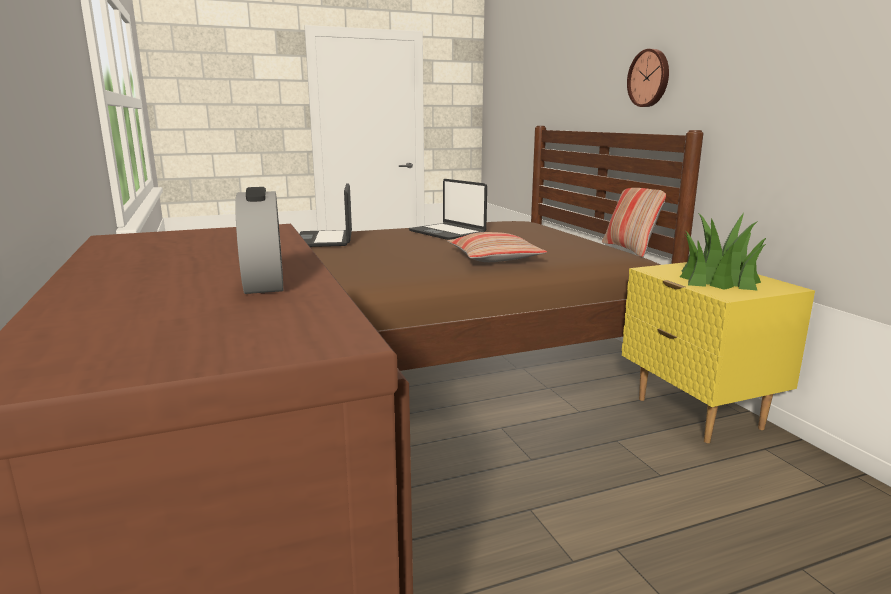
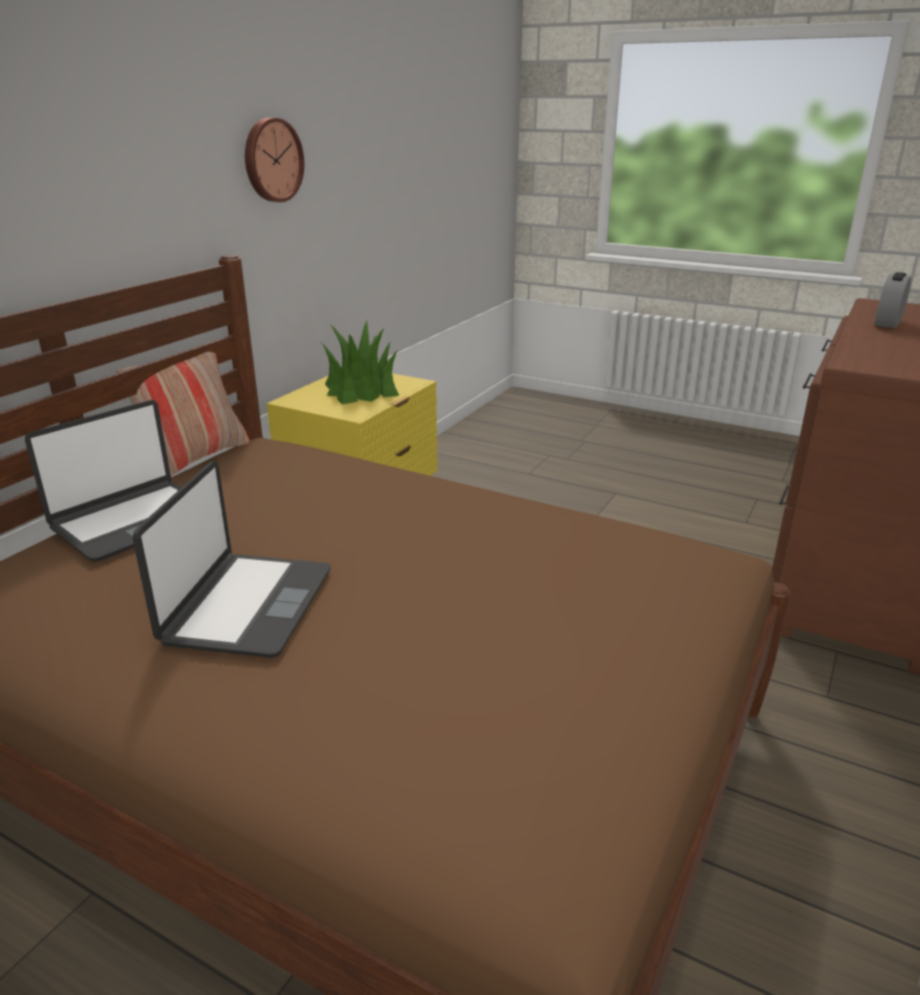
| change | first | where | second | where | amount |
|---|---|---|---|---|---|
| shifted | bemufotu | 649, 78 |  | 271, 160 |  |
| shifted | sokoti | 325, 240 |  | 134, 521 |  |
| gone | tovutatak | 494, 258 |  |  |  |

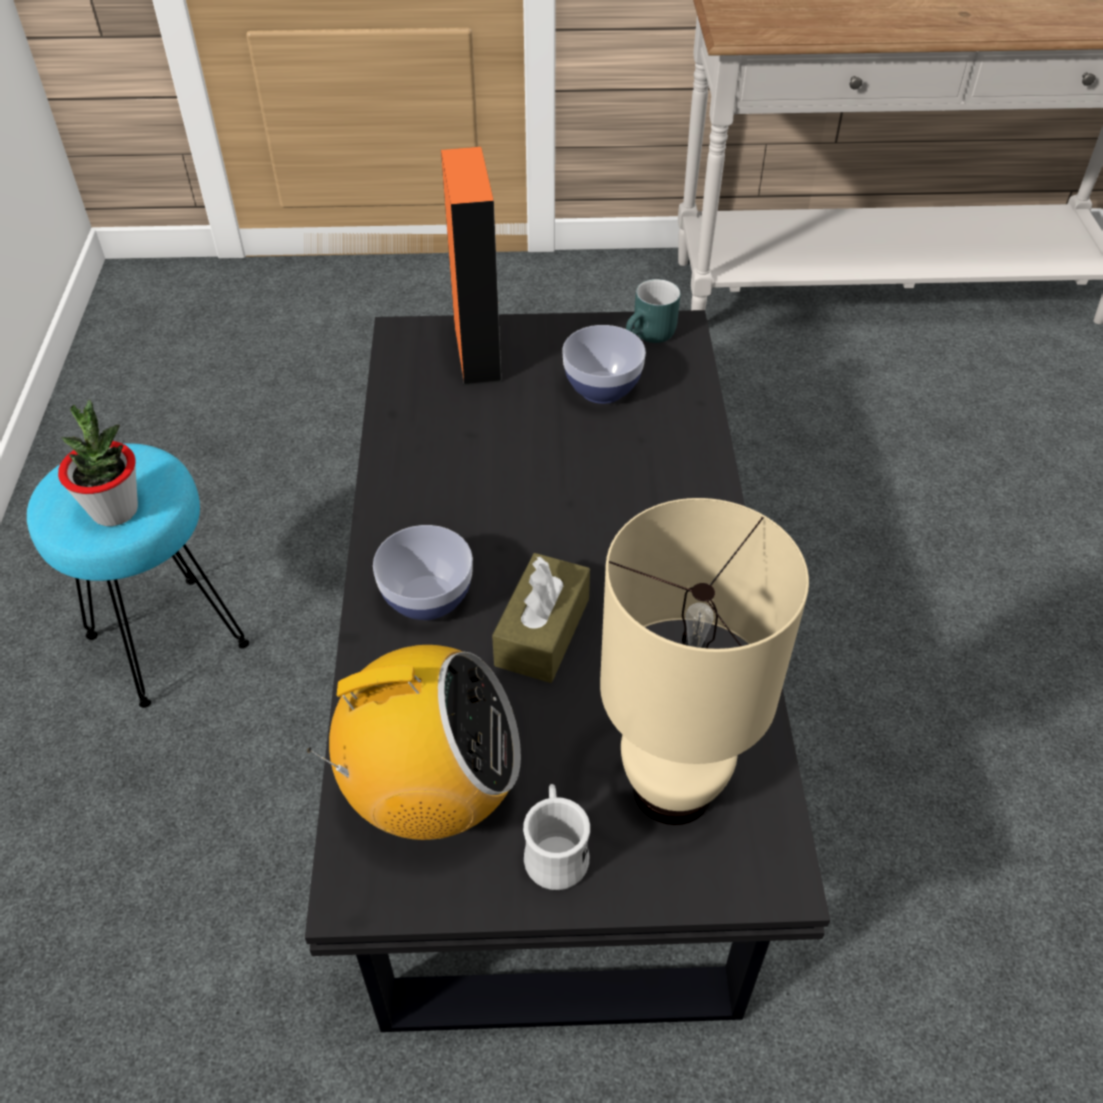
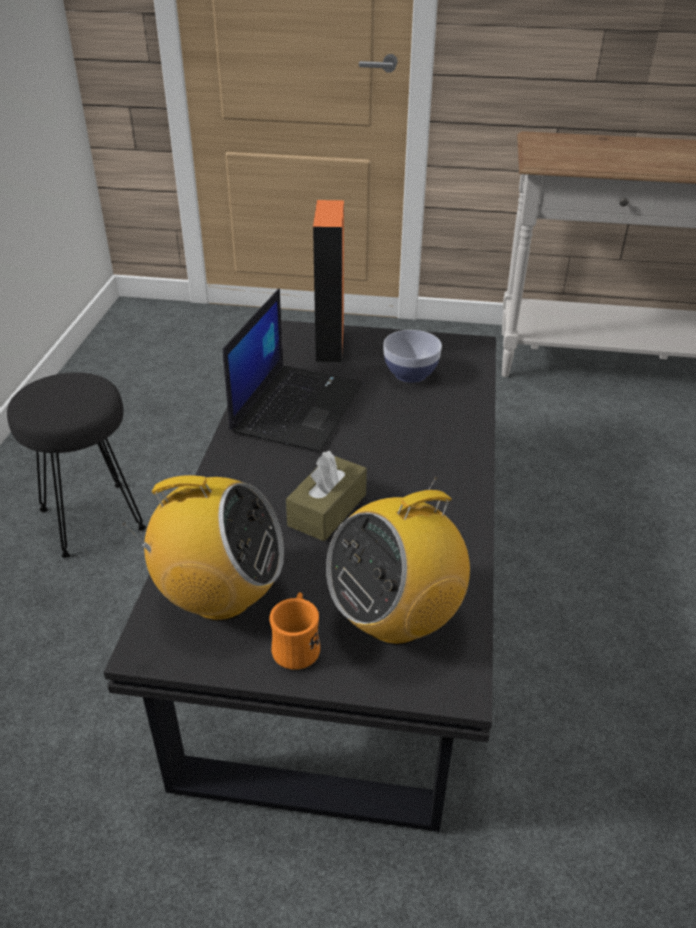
| change | first | where | second | where | amount |
|---|---|---|---|---|---|
| gone | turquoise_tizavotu | 651, 336 |  |  |  |
| gone | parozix | 115, 510 |  |  |  |
| repainted | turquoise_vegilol | 167, 638 | black_vegilol | 92, 518 |  |
| swapped | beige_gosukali | 674, 788 | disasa | 395, 619 |  |
| gone | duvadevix | 427, 598 |  |  |  |
| repainted | white_tizavotu | 555, 850 | orange_tizavotu | 297, 645 |  |
| new |  |  | sokoti | 297, 407 |  |

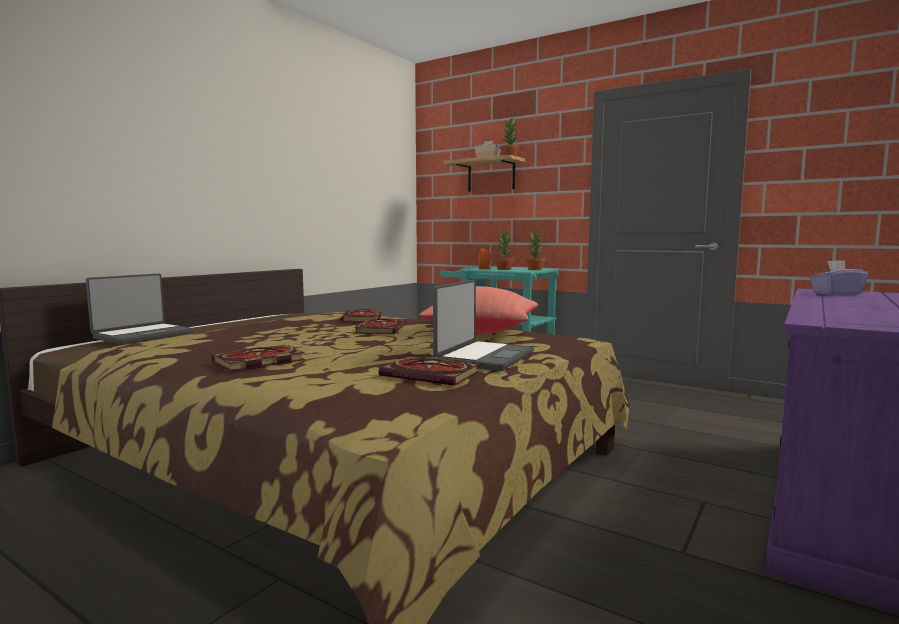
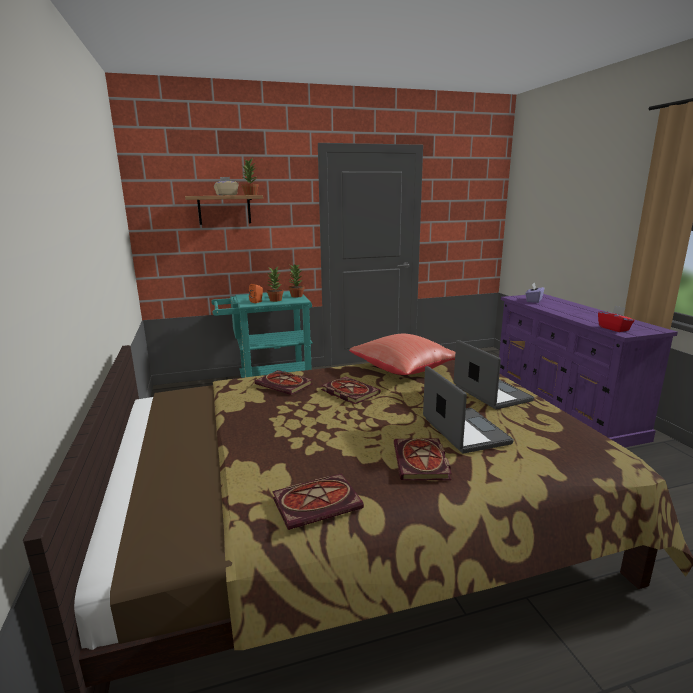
| change | first | where | second | where | amount |
|---|---|---|---|---|---|
| shifted | sokoti | 143, 335 |  | 463, 431 |  |
| shifted | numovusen | 433, 375 |  | 318, 502 |  |
| new |  |  | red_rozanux | 614, 328 |  |

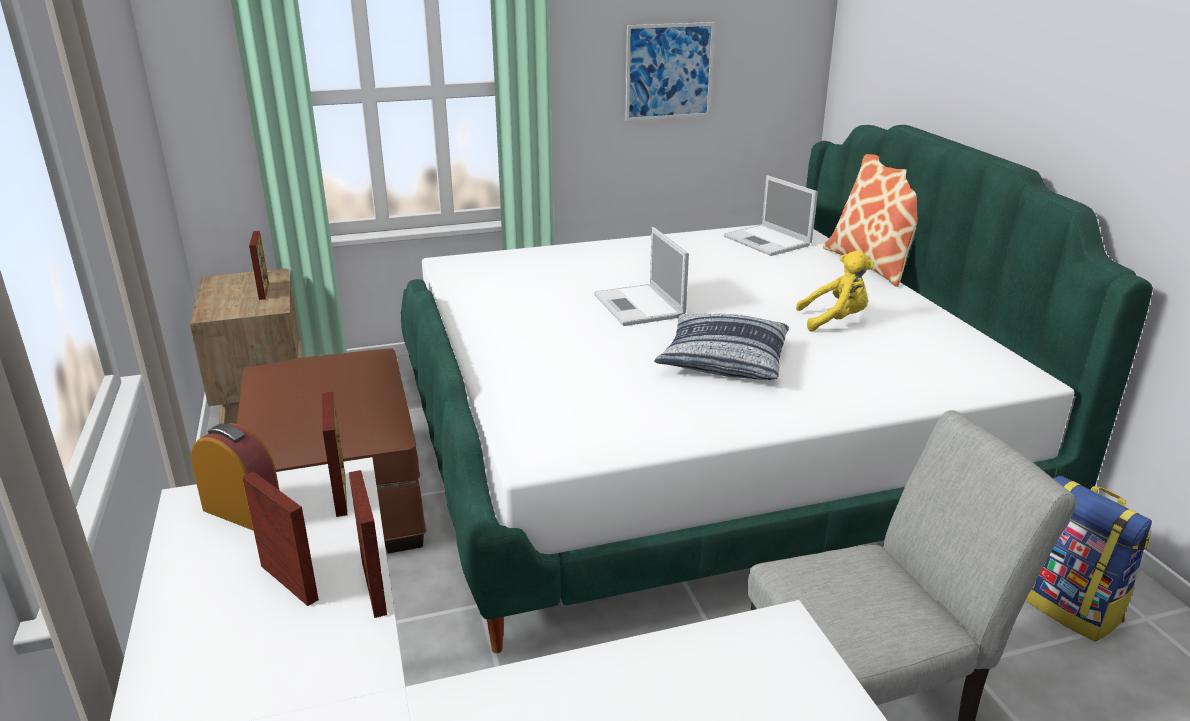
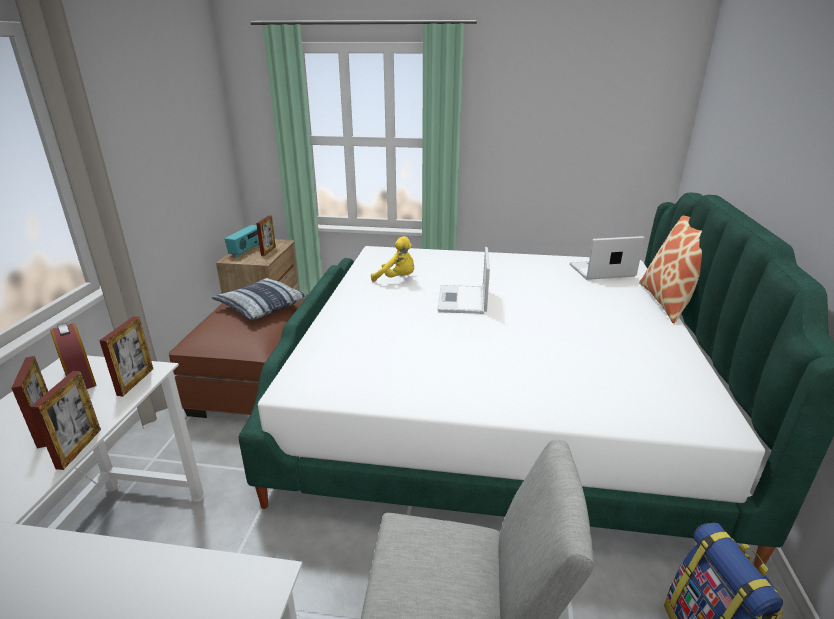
| change | first | where | second | where | amount |
|---|---|---|---|---|---|
| gone | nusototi | 669, 71 |  |  |  |
| rotated | sokoti | 768, 241 |  | 601, 271 | 90 degrees clockwise |
| shifted | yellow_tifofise | 835, 320 |  | 397, 279 |  |
| shifted | tovutatak | 723, 360 |  | 261, 306 |  |
| new |  |  | disasa | 246, 250 |  |

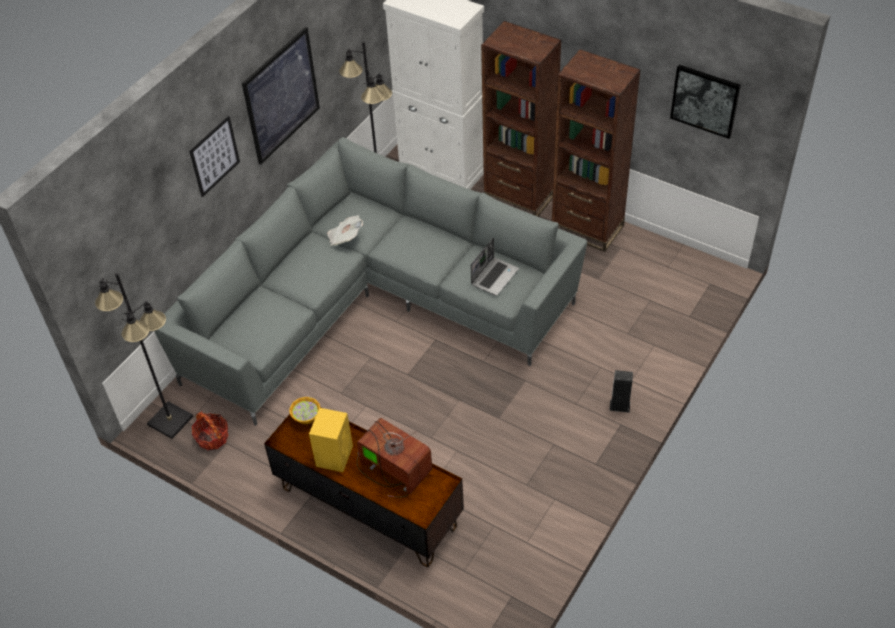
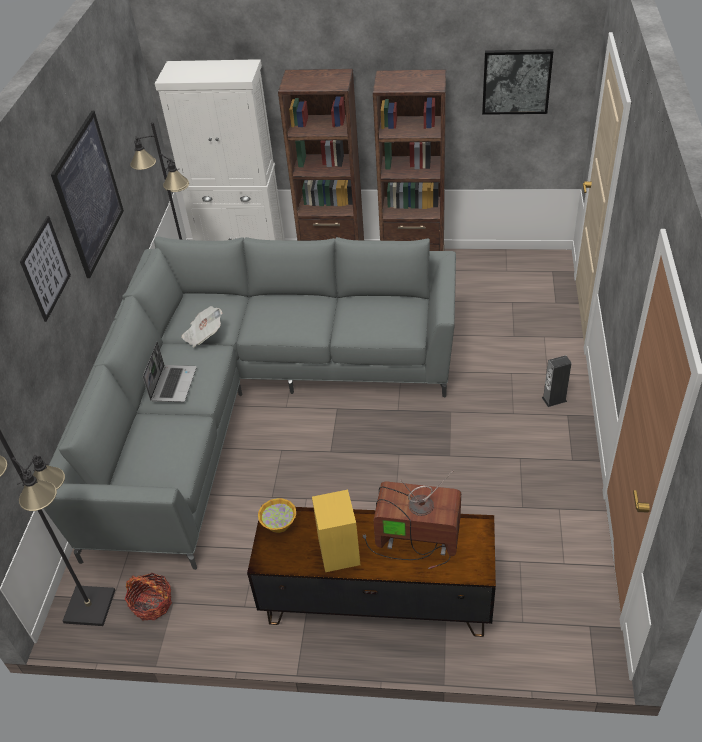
| change | first | where | second | where | amount |
|---|---|---|---|---|---|
| shifted | sokoti | 494, 276 |  | 173, 384 |  |

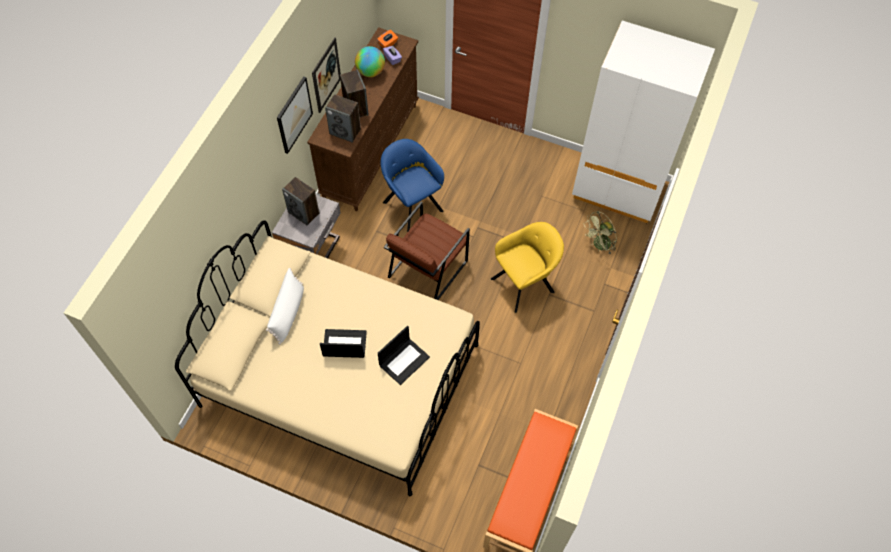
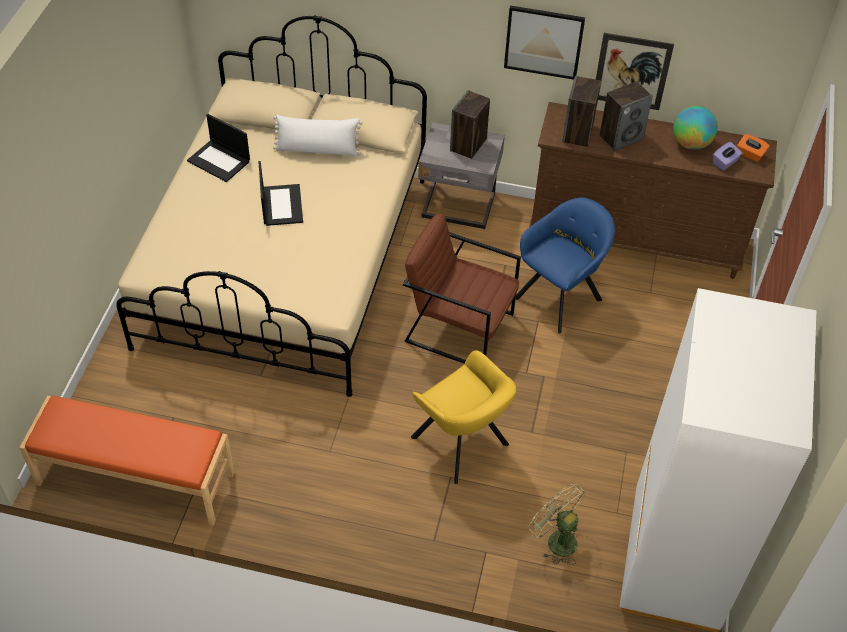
| change | first | where | second | where | amount |
|---|---|---|---|---|---|
| shifted | sokoti | 404, 360 |  | 220, 161 |  |

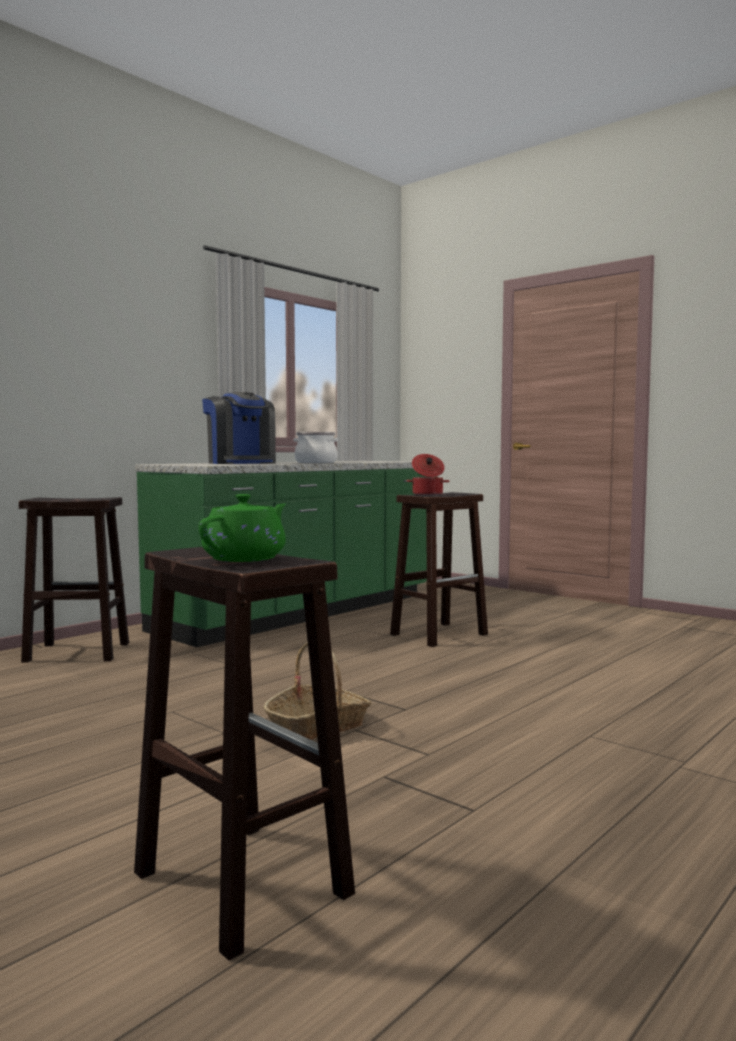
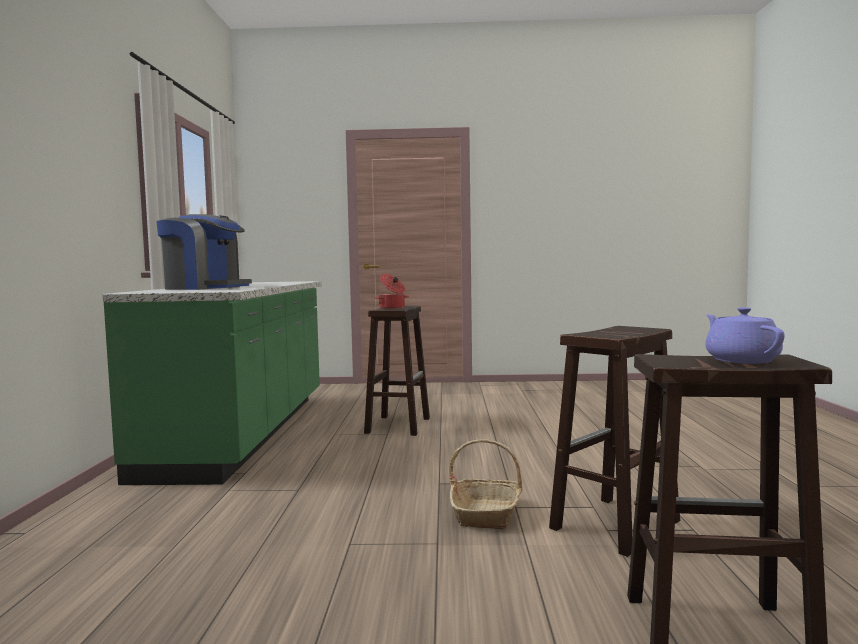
| change | first | where | second | where | amount |
|---|---|---|---|---|---|
| gone | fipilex | 316, 462 |  |  |  |
| repainted | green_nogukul | 246, 558 | purple_nogukul | 741, 360 |  |
| shifted | brown_vegilol | 75, 652 |  | 614, 525 |  |

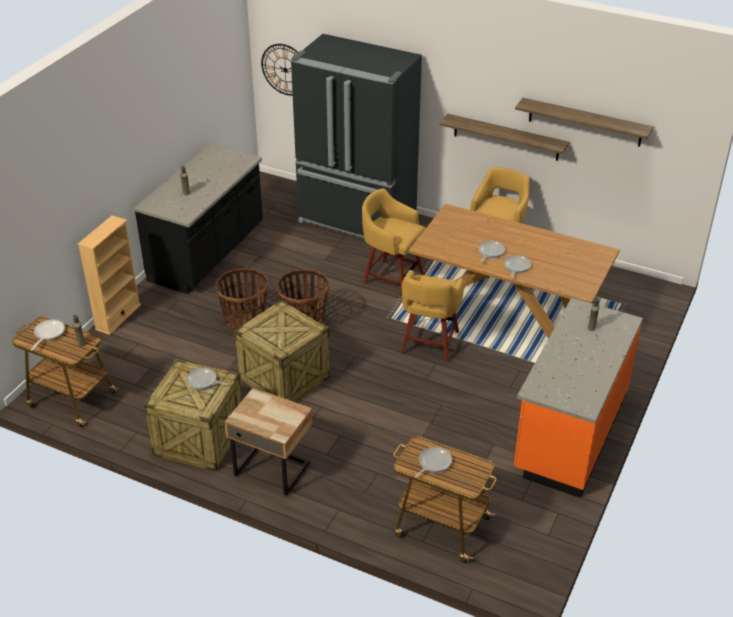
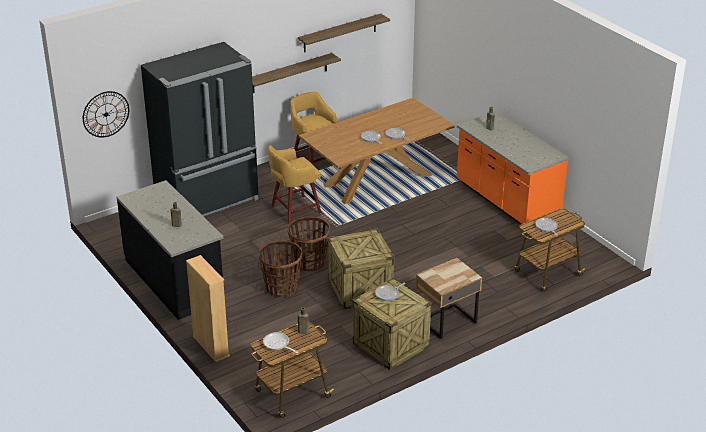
| change | first | where | second | where | amount |
|---|---|---|---|---|---|
| gone | yellow_vegilol | 429, 343 |  |  |  |

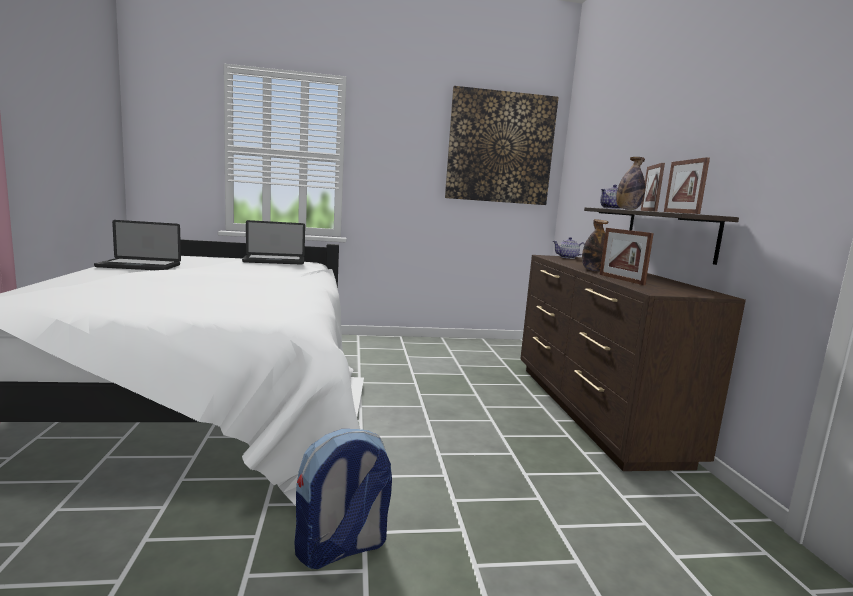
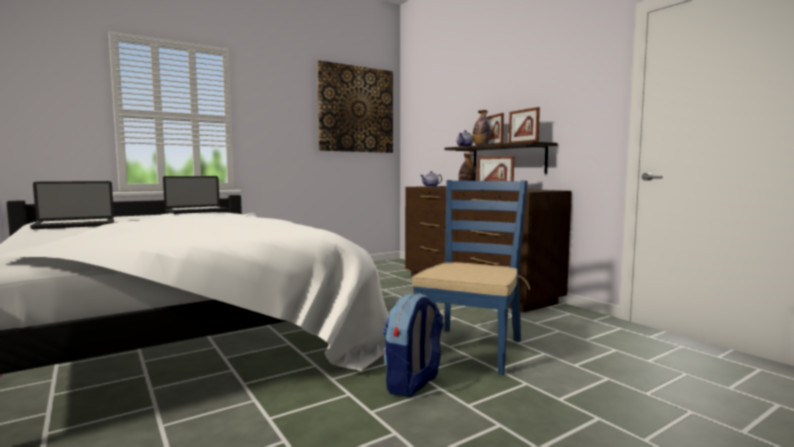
| change | first | where | second | where | amount |
|---|---|---|---|---|---|
| new |  |  | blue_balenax | 471, 349 |  |

